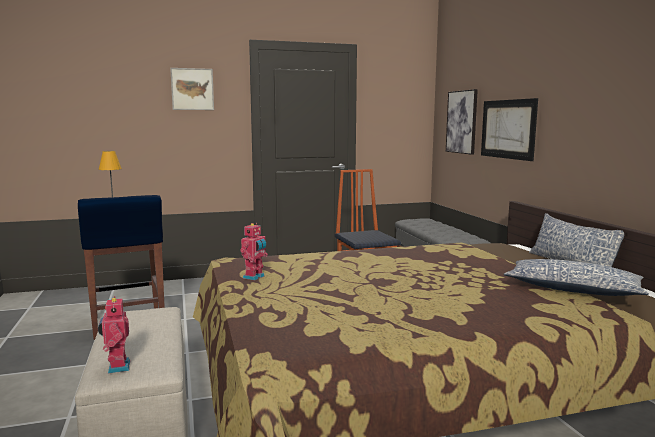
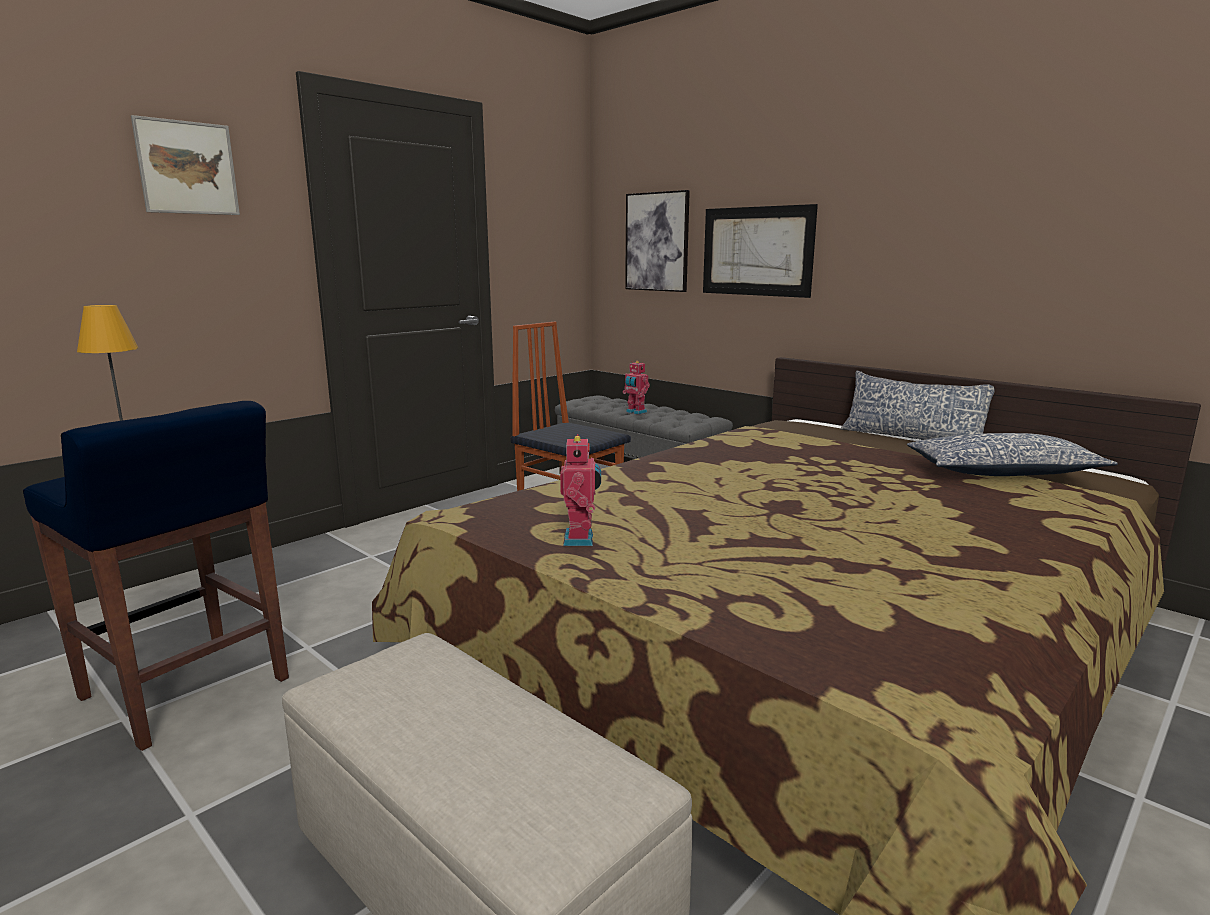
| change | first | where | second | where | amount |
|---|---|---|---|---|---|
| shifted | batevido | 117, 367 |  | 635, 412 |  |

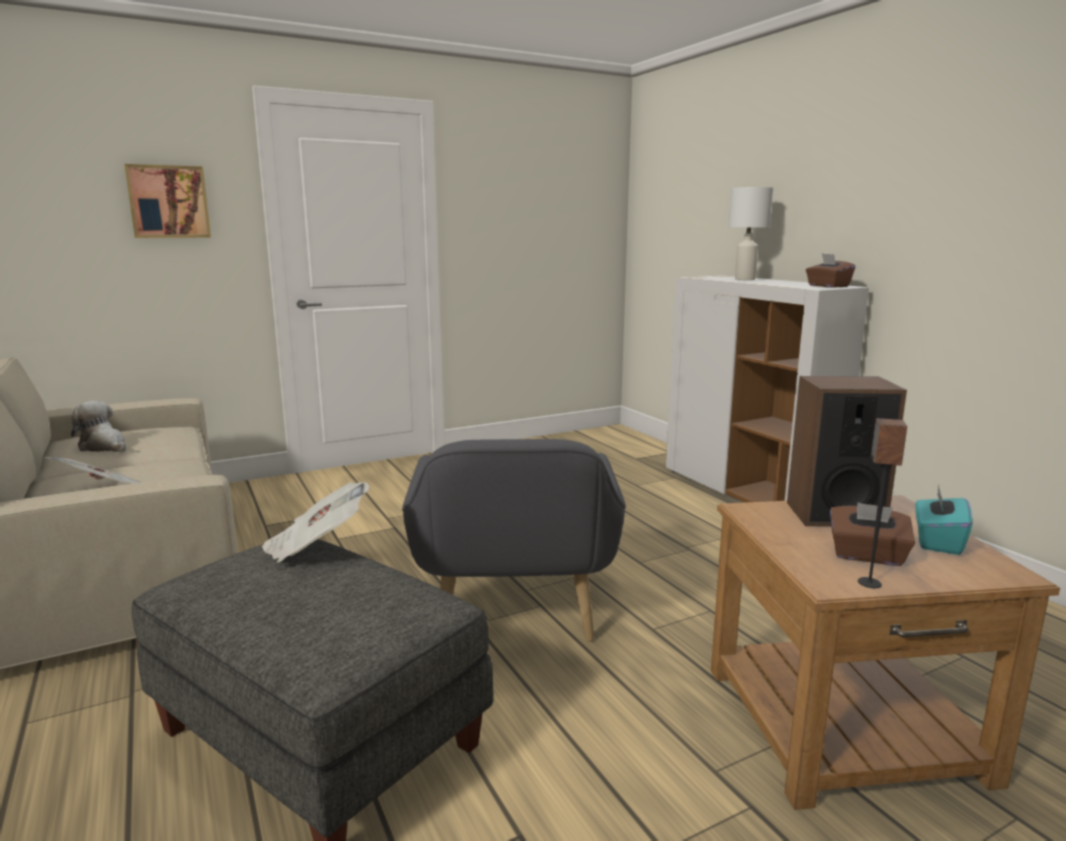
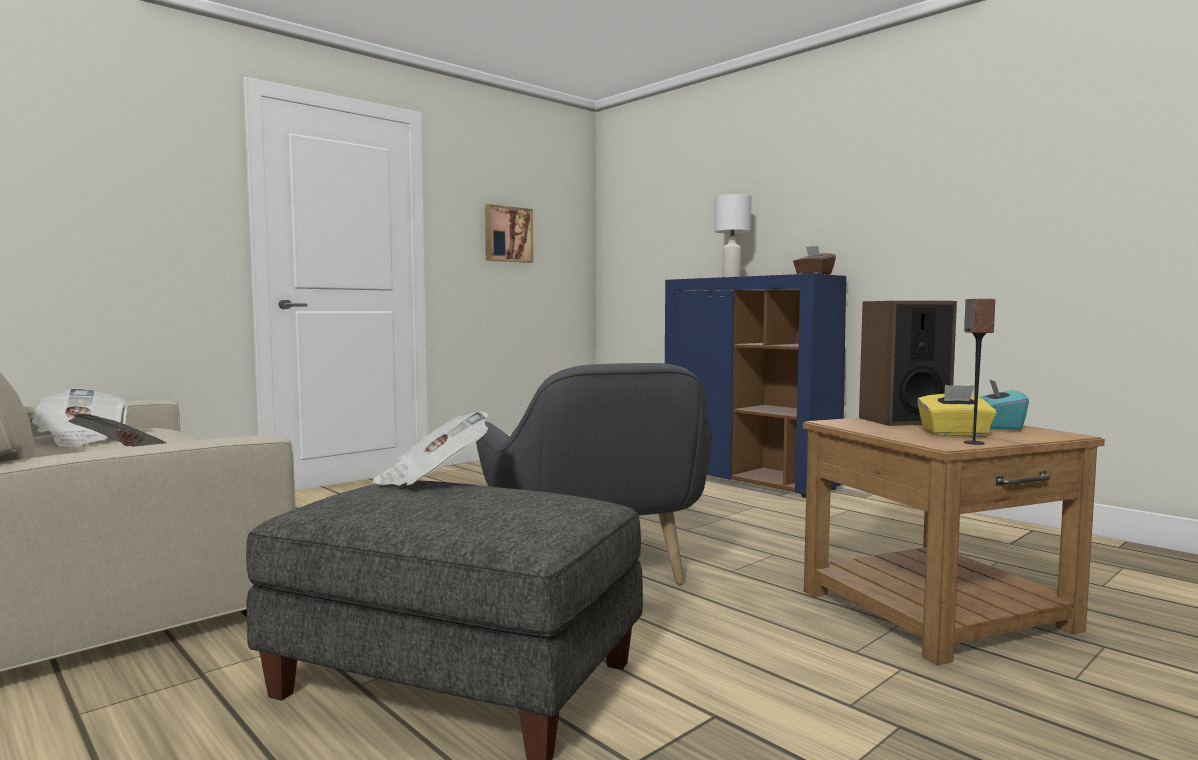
| change | first | where | second | where | amount |
|---|---|---|---|---|---|
| shifted | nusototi | 168, 202 |  | 507, 234 |  |
| repainted | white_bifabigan | 748, 492 | blue_bifabigan | 749, 479 |  |
| swapped | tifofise | 104, 447 | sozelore | 82, 439 |  |
| repainted | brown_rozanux | 867, 556 | yellow_rozanux | 955, 434 |  |

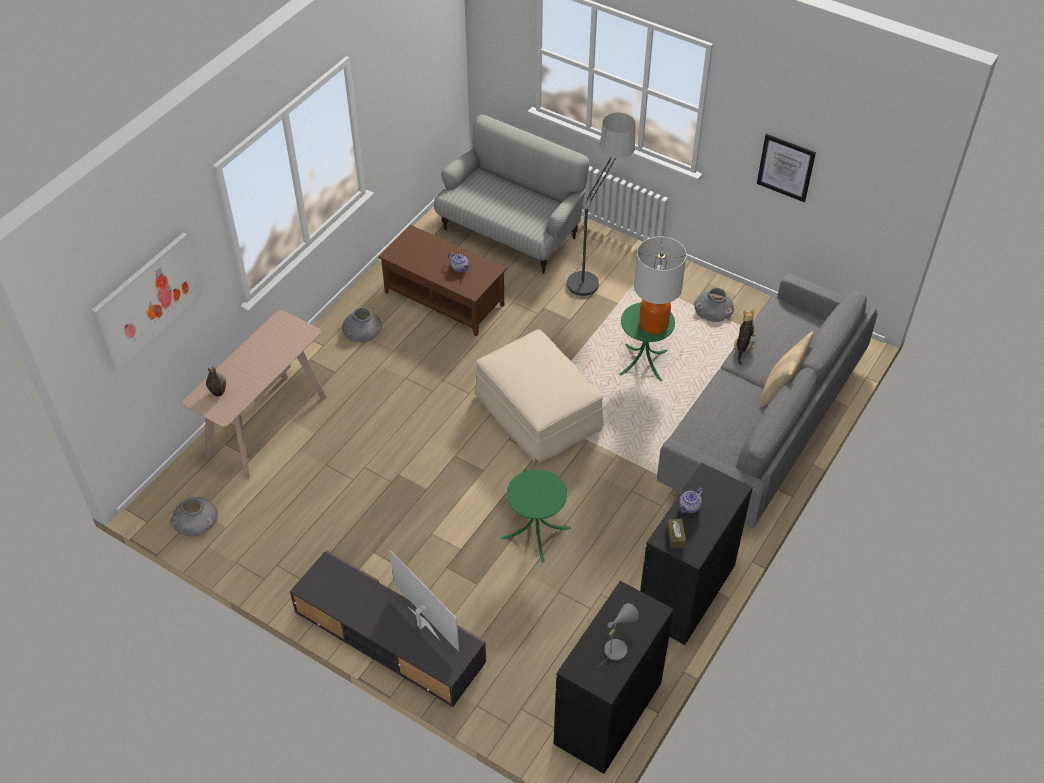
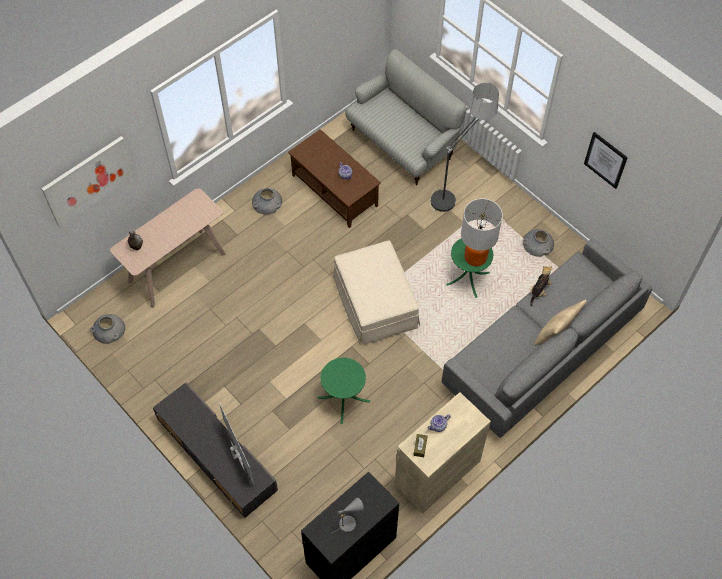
| change | first | where | second | where | amount |
|---|---|---|---|---|---|
| repainted | black_bifabigan | 686, 592 | beige_bifabigan | 437, 473 |  |

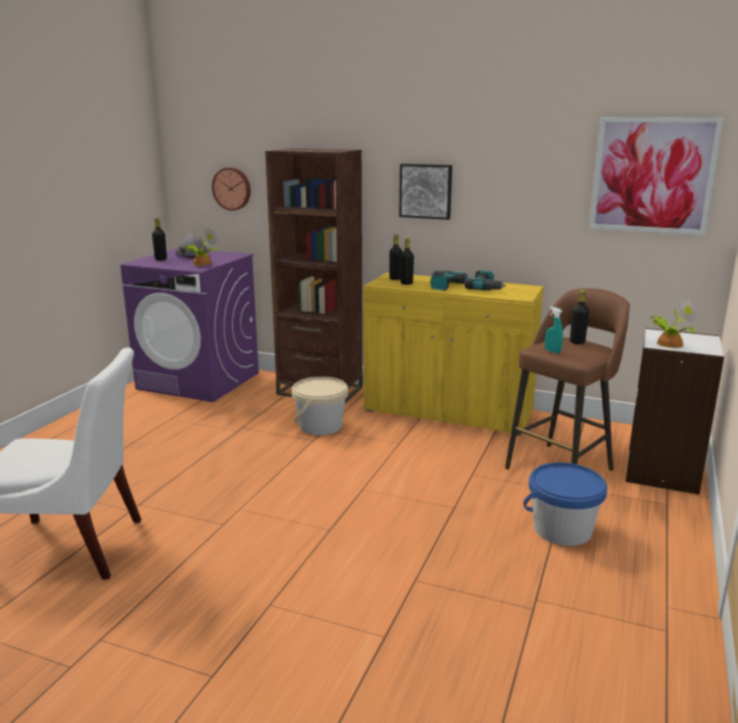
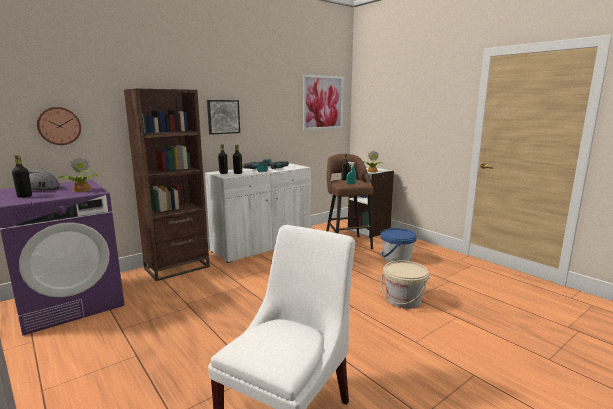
| change | first | where | second | where | amount |
|---|---|---|---|---|---|
| repainted | yellow_bifabigan | 448, 412 | white_bifabigan | 262, 246 |  |
| shifted | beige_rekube | 320, 426 |  | 403, 300 |  |

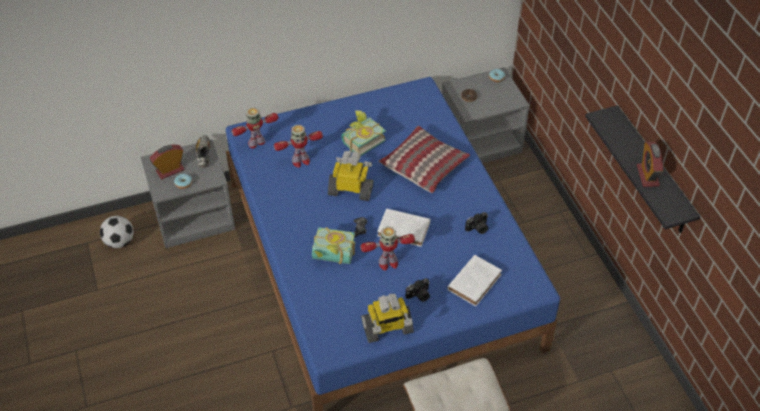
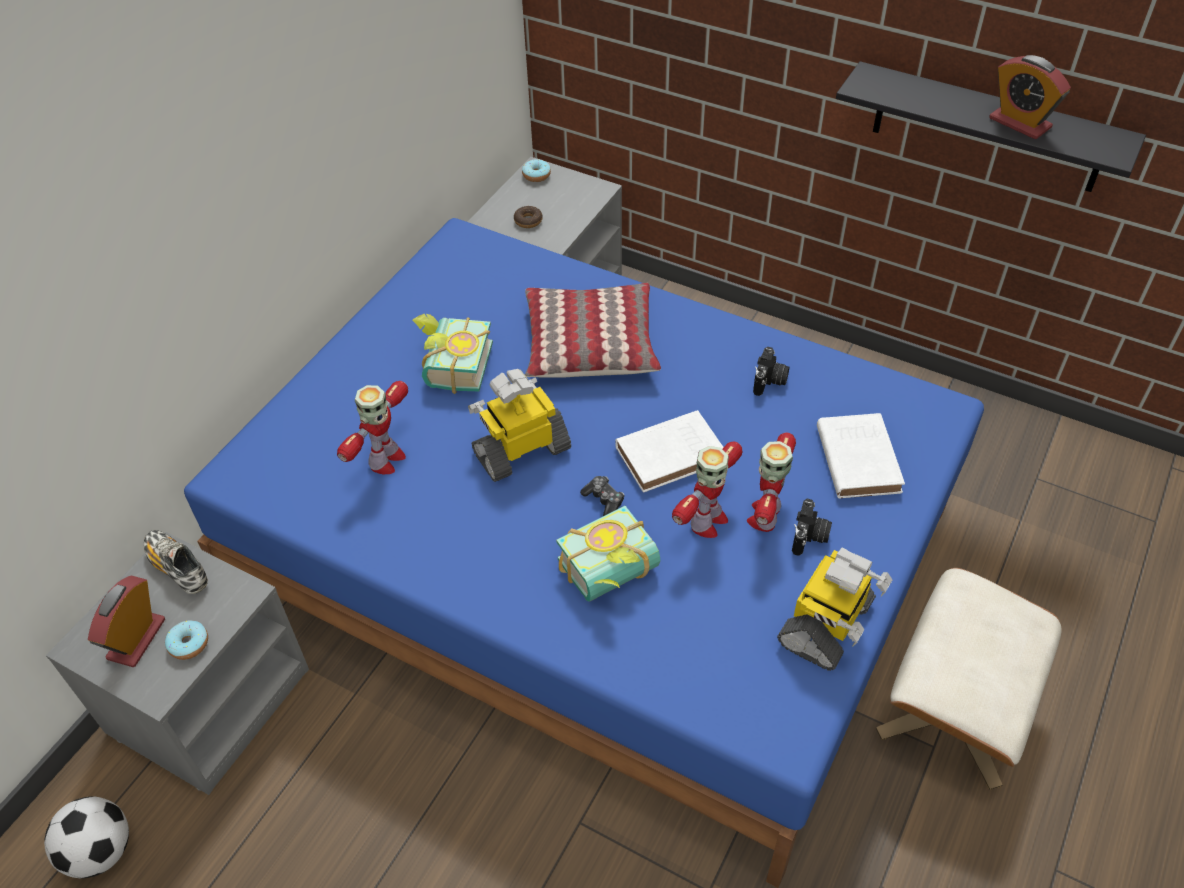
| change | first | where | second | where | amount |
|---|---|---|---|---|---|
| shifted | batevido | 257, 143 |  | 765, 515 |  |

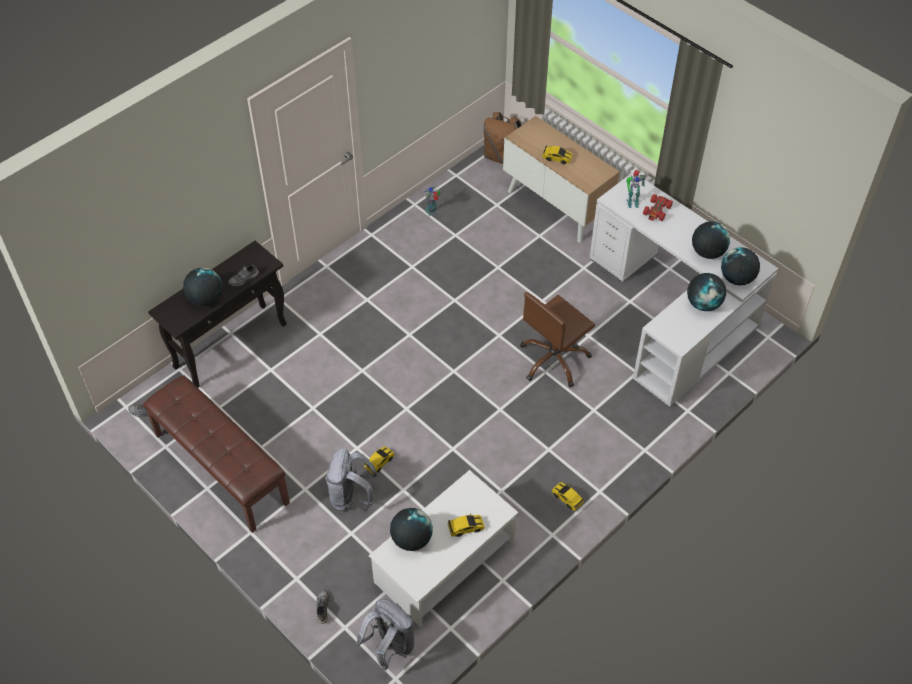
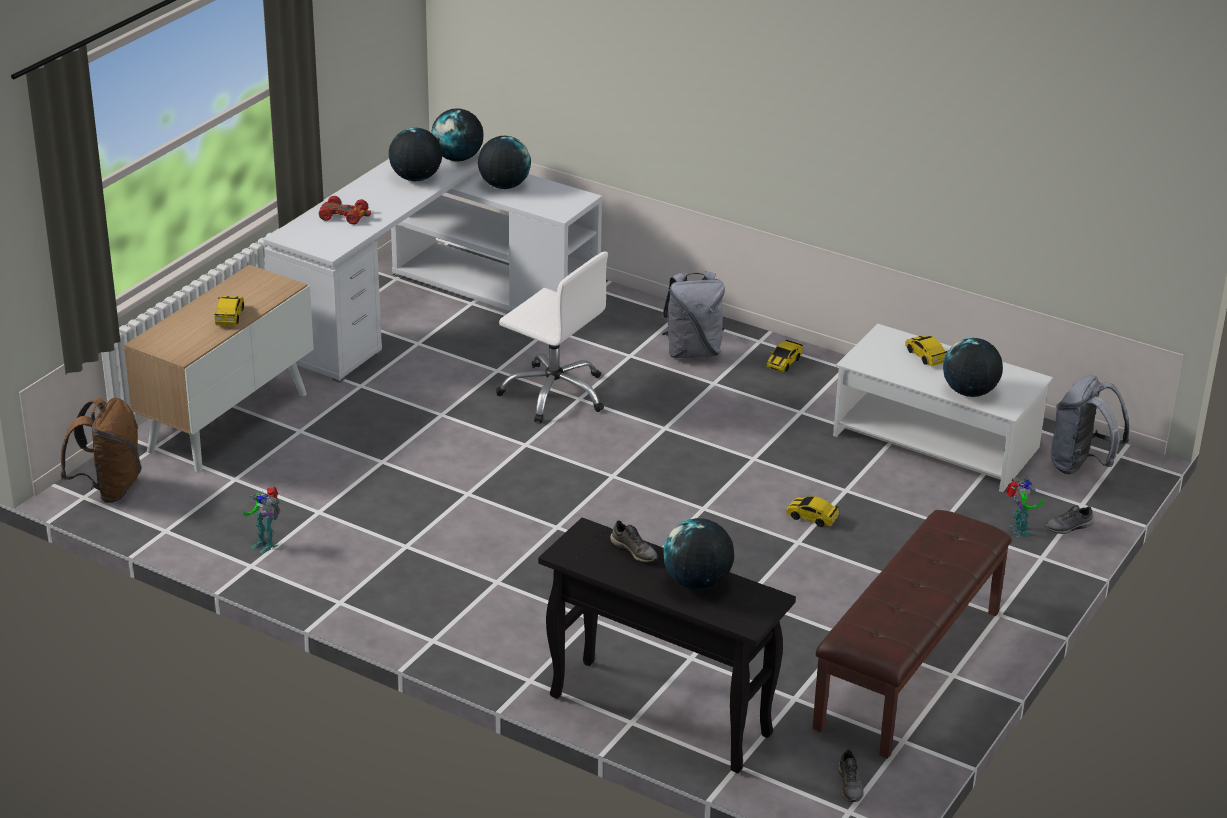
| change | first | where | second | where | amount |
|---|---|---|---|---|---|
| shifted | batevido | 632, 202 |  | 1019, 531 |  |
| repainted | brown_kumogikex | 554, 360 | white_kumogikex | 554, 393 |  |
| shifted | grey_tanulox | 351, 497 |  | 692, 351 |  |

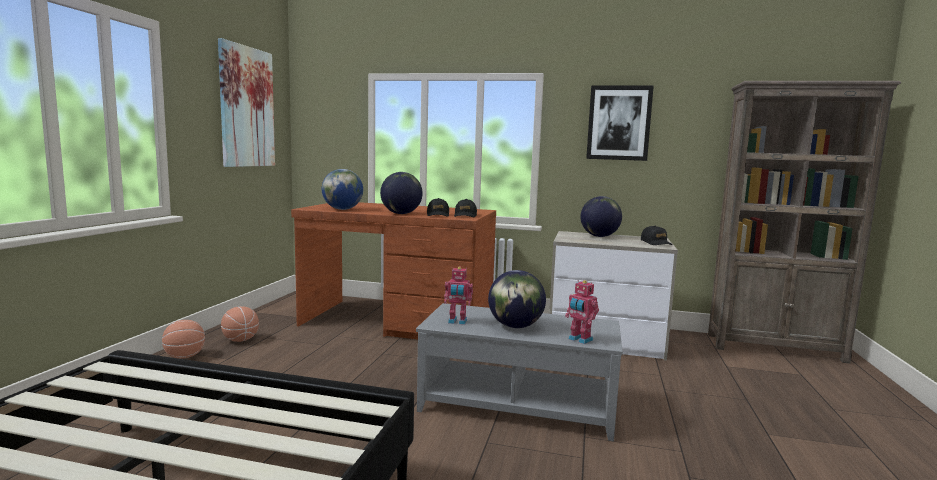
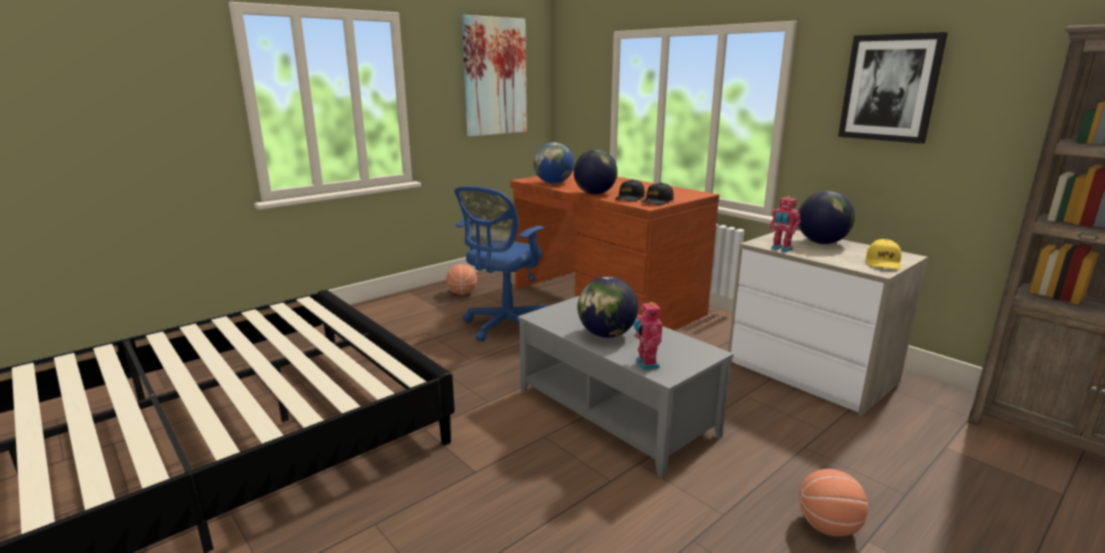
| change | first | where | second | where | amount |
|---|---|---|---|---|---|
| repainted | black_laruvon | 656, 243 | yellow_laruvon | 883, 263 |  |
| shifted | batevido | 457, 322 |  | 781, 249 |  |
| shifted | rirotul | 185, 356 |  | 828, 526 |  |
| new |  |  | blue_kumogikex | 505, 326 |  |

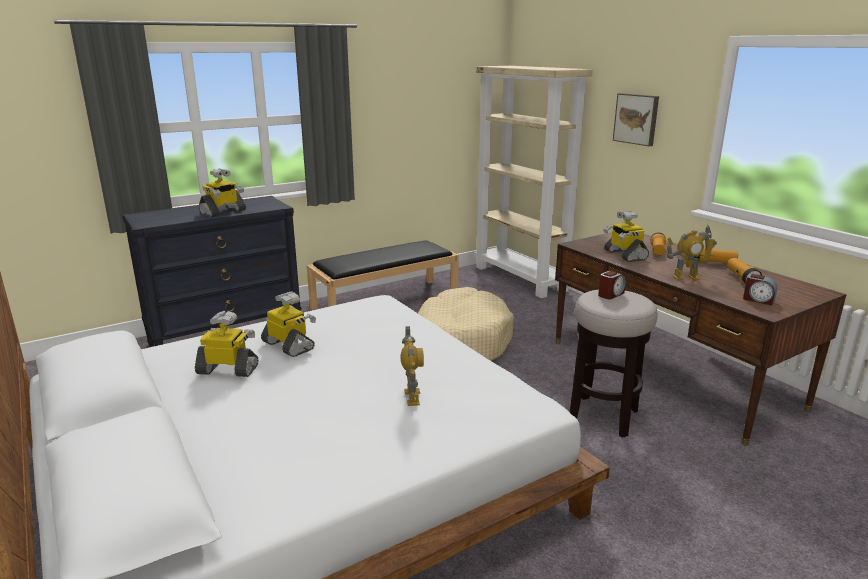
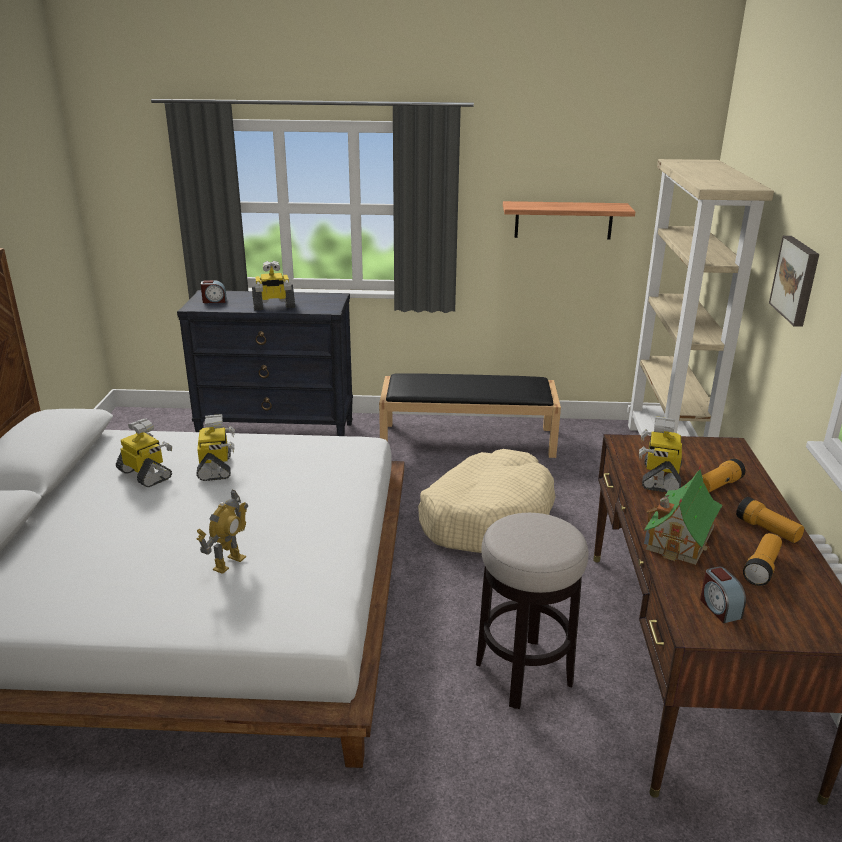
| change | first | where | second | where | amount |
|---|---|---|---|---|---|
| swapped | batevido | 686, 277 | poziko | 680, 538 |  |
| shifted | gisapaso | 610, 294 |  | 214, 301 |  |
| new |  |  | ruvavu | 563, 220 |  |

